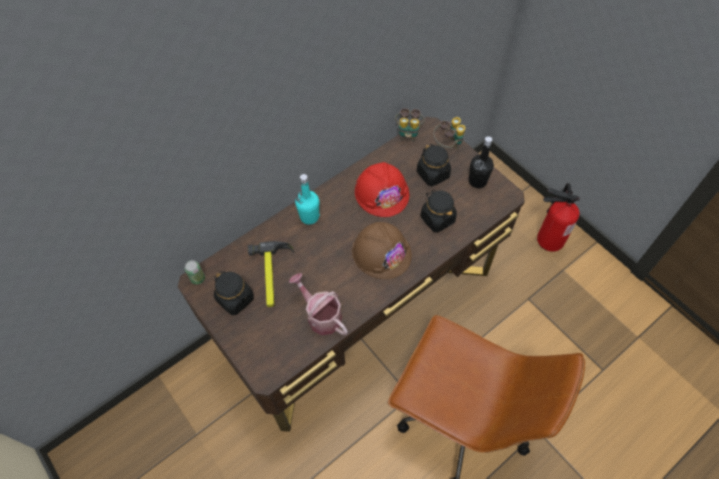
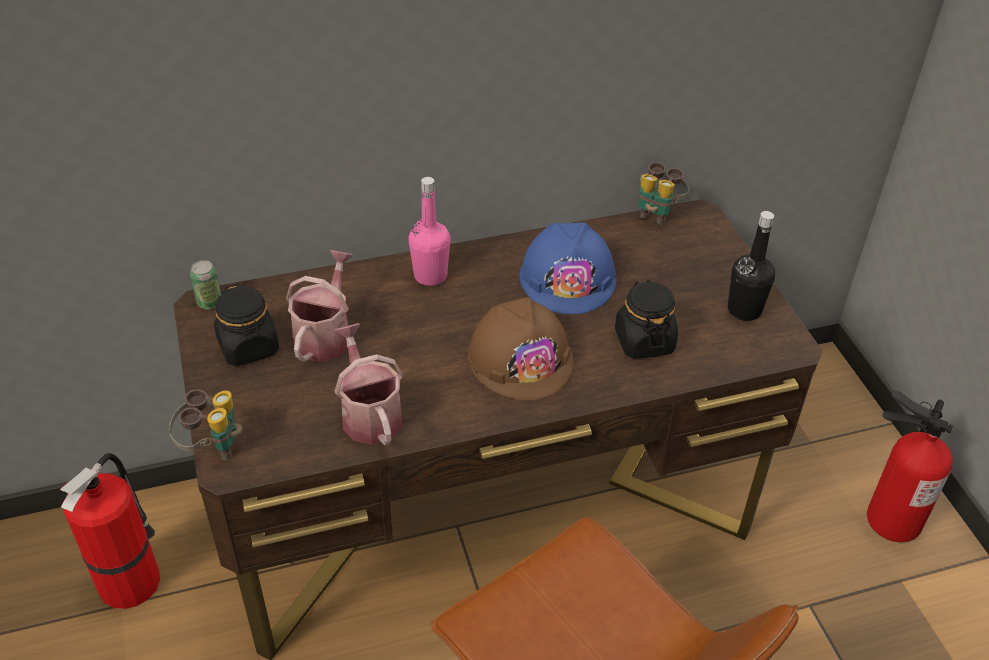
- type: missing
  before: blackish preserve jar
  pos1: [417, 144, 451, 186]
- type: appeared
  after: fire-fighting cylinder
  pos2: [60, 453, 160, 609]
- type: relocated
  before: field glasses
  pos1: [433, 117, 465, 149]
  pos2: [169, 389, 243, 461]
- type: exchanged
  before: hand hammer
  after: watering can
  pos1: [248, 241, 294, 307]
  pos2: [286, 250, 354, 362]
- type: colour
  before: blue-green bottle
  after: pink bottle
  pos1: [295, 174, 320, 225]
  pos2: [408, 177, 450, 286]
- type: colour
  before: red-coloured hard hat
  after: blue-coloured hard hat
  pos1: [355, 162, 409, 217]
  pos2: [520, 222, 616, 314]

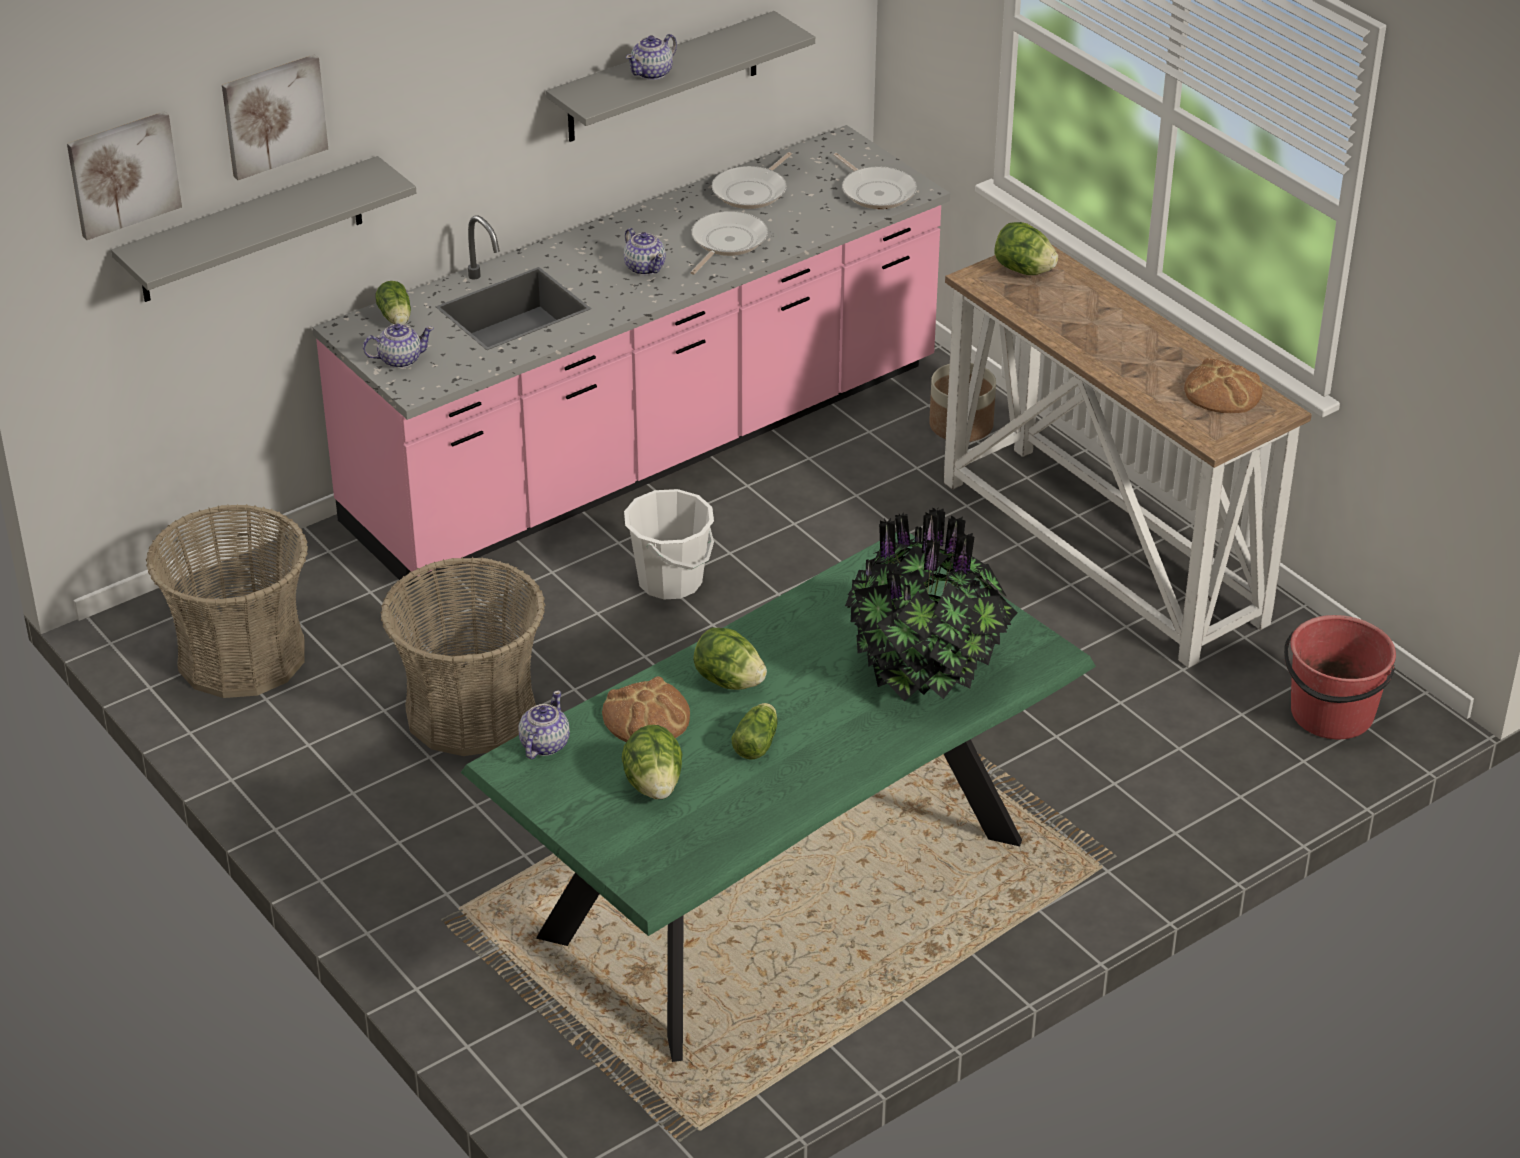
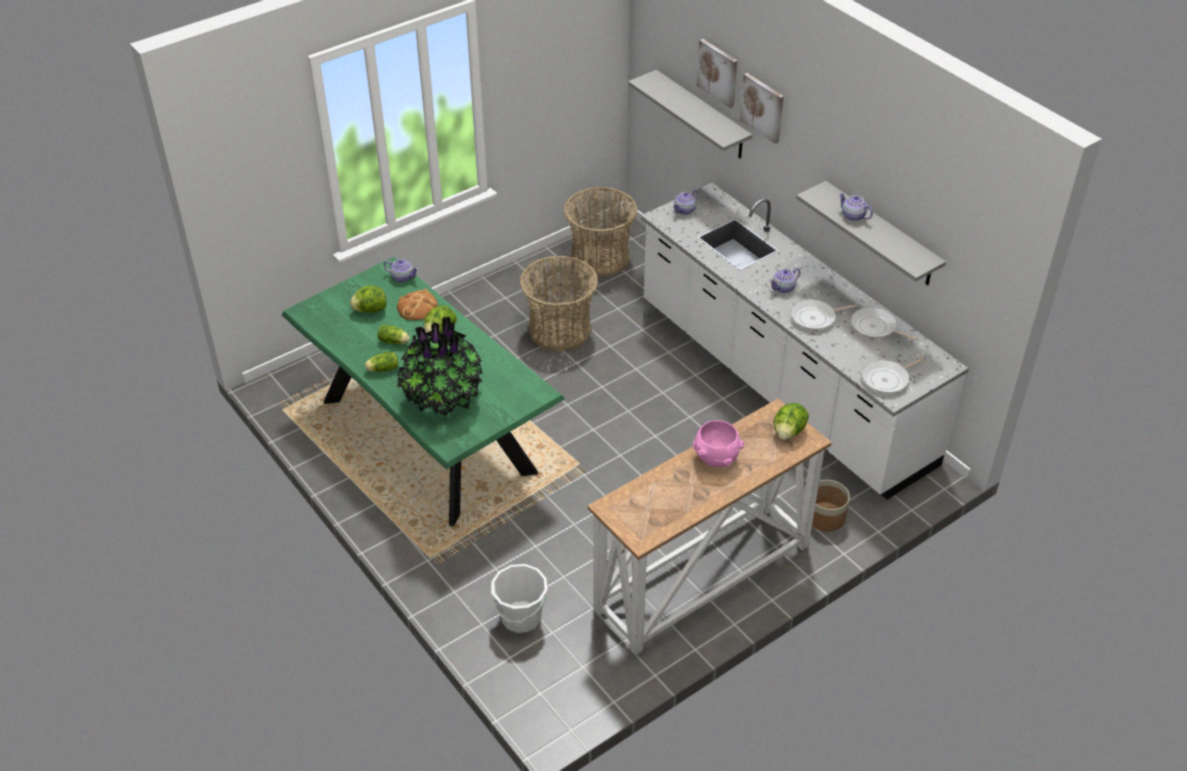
- type: missing
  before: bakery bread
  pos1: [1184, 358, 1263, 413]
- type: missing
  before: red-coloured water bucket
  pos1: [1284, 615, 1396, 739]
- type: appeared
  after: pink deep dish
  pos2: [693, 420, 744, 467]
- type: relocated
  before: picture
  pos1: [67, 111, 182, 240]
  pos2: [740, 73, 784, 144]
- type: relocated
  before: head of lettuce
  pos1: [376, 281, 411, 324]
  pos2: [365, 351, 398, 372]
- type: relocated
  before: white-coloured water bucket
  pos1: [624, 489, 714, 599]
  pos2: [491, 564, 547, 633]
- type: colour
  before: pink kitchen counter
  after: white-coloured kitchen counter
  pos1: [312, 125, 950, 587]
  pos2: [641, 183, 969, 499]
- type: spun
  before: tea pot
  pos1: [363, 324, 434, 368]
  pos2: [673, 190, 698, 215]
  turn: 60
- type: spun
  before: skillet
  pos1: [690, 211, 768, 275]
  pos2: [791, 299, 857, 330]
  turn: 135

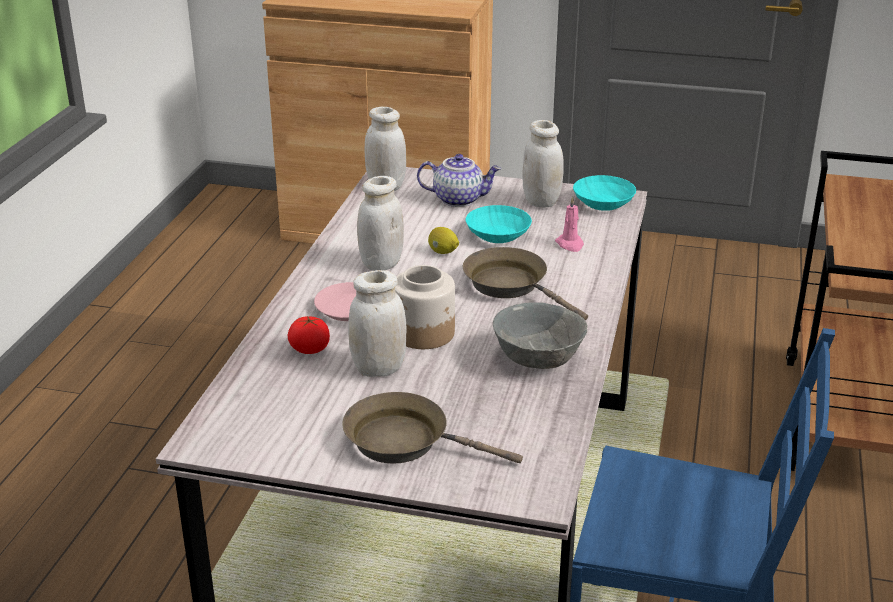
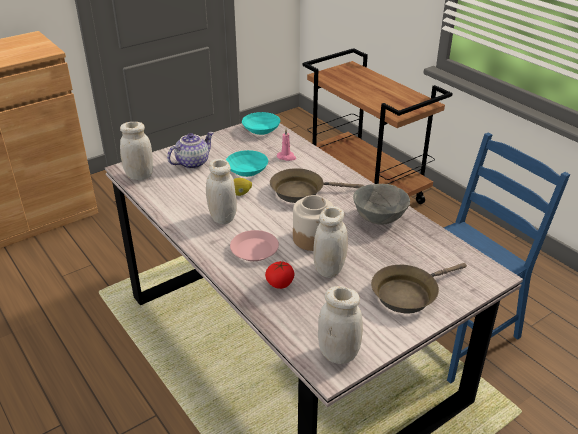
- type: relocated
  before: white-coloured preserve jar
  pos1: [522, 120, 564, 208]
  pos2: [318, 286, 363, 364]

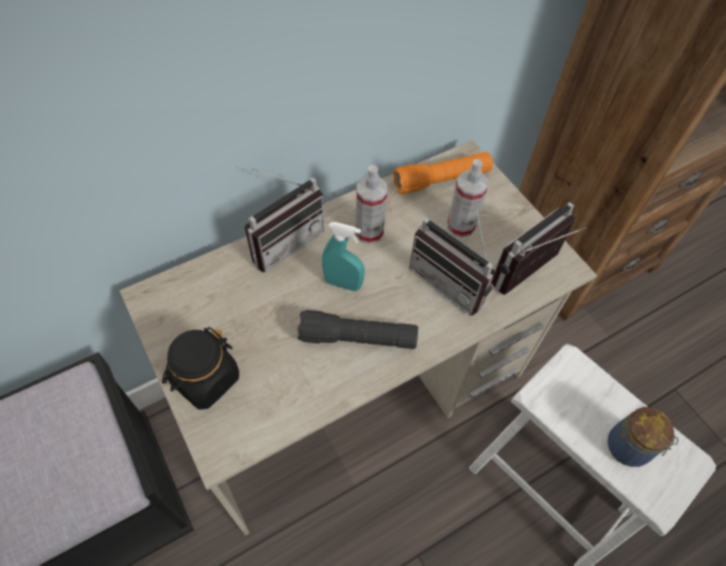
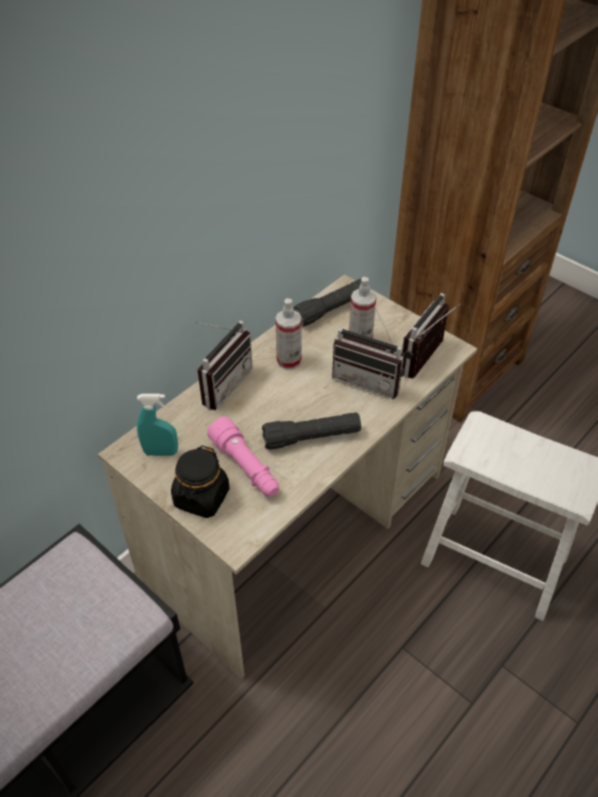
- type: missing
  before: preserve jar
  pos1: [608, 407, 678, 467]
- type: appeared
  after: pink hand torch
  pos2: [207, 416, 279, 497]
- type: relocated
  before: blue-green hand sprayer
  pos1: [322, 222, 365, 291]
  pos2: [137, 394, 178, 456]
- type: colour
  before: orangey hand torch
  after: blackish hand torch
  pos1: [393, 152, 493, 194]
  pos2: [294, 278, 362, 327]

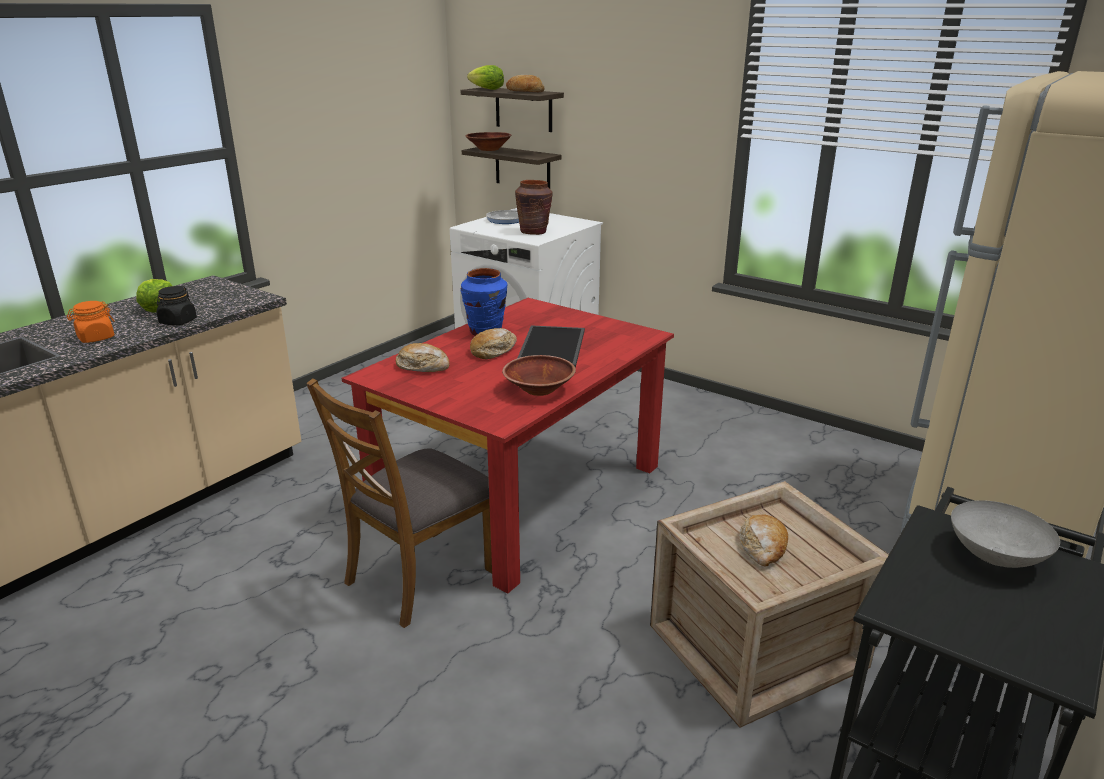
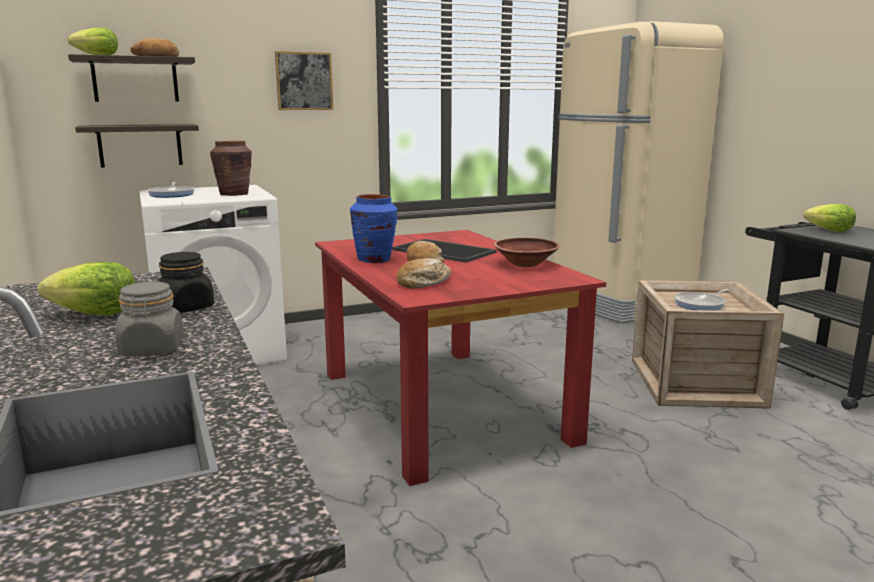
- type: missing
  before: brown-coloured chair
  pos1: [306, 378, 492, 628]
- type: missing
  before: brown-coloured deep dish
  pos1: [466, 132, 511, 151]
- type: appeared
  after: picture
  pos2: [275, 51, 333, 110]
- type: exchanged
  before: bakery bread
  after: skillet
  pos1: [739, 514, 788, 566]
  pos2: [674, 289, 729, 311]
- type: exchanged
  before: gray deep dish
  after: head of lettuce
  pos1: [951, 500, 1060, 568]
  pos2: [803, 204, 856, 232]
- type: colour
  before: orangey preserve jar
  after: gray preserve jar
  pos1: [67, 301, 115, 343]
  pos2: [115, 282, 184, 356]

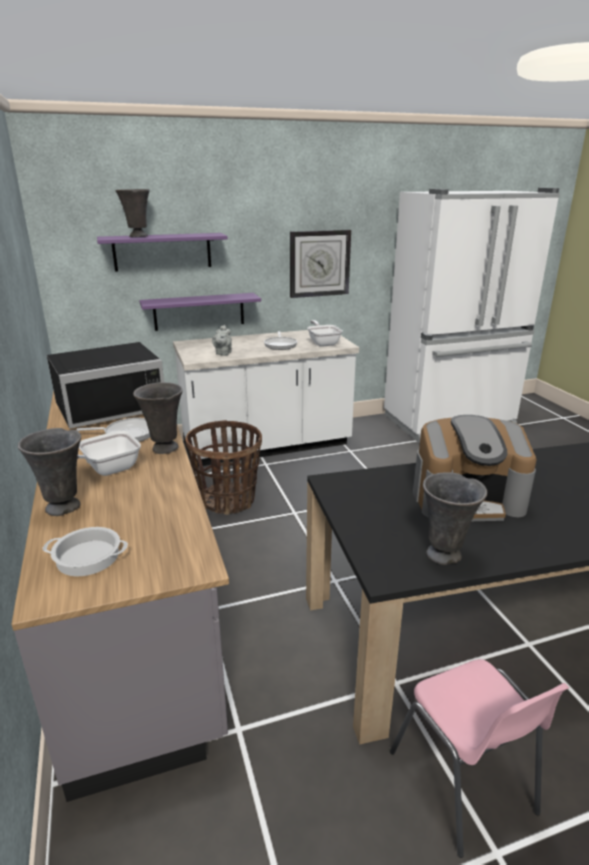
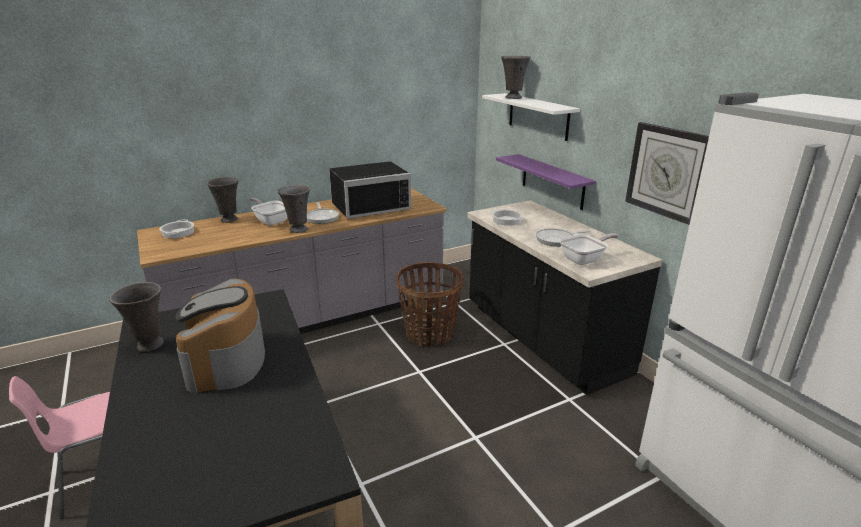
- type: exchanged
  before: gray tea pot
  after: saucepot
  pos1: [212, 325, 232, 356]
  pos2: [489, 209, 525, 226]
- type: colour
  before: purple-coloured wall shelf
  after: white-coloured wall shelf
  pos1: [97, 233, 228, 272]
  pos2: [482, 93, 580, 141]
- type: colour
  before: white-coloured kitchen counter
  after: blackish kitchen counter
  pos1: [173, 330, 359, 467]
  pos2: [467, 200, 663, 395]
- type: spun
  before: blackish microwave oven
  pos1: [47, 342, 164, 429]
  pos2: [329, 161, 411, 219]
  turn: -75

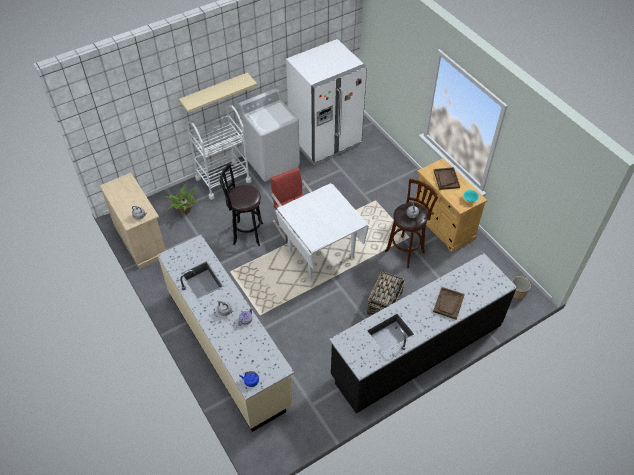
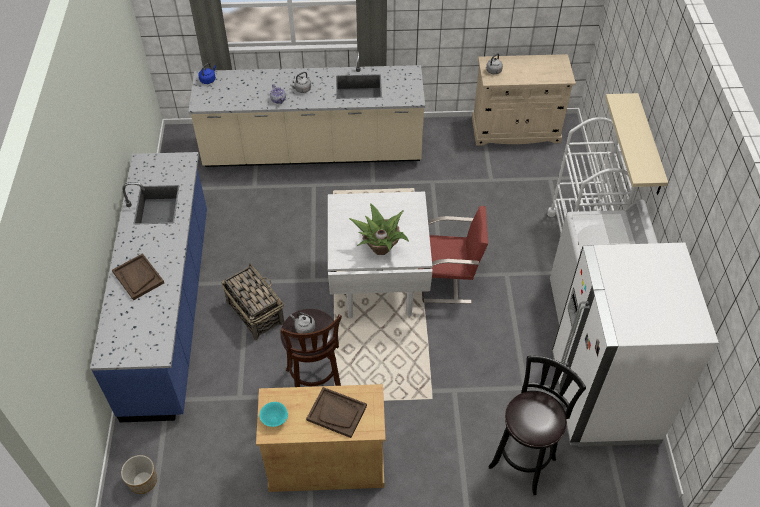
- type: relocated
  before: potted plant
  pos1: [164, 183, 200, 214]
  pos2: [349, 203, 409, 255]
- type: relocated
  before: blackish sitting stool
  pos1: [220, 163, 263, 246]
  pos2: [488, 356, 586, 495]
- type: colour
  before: blackish kitchen counter
  after: blue-coloured kitchen counter
  pos1: [329, 253, 517, 413]
  pos2: [90, 152, 207, 422]

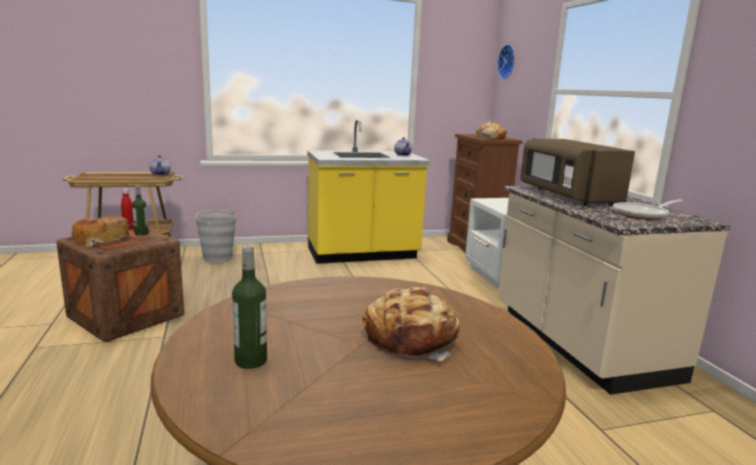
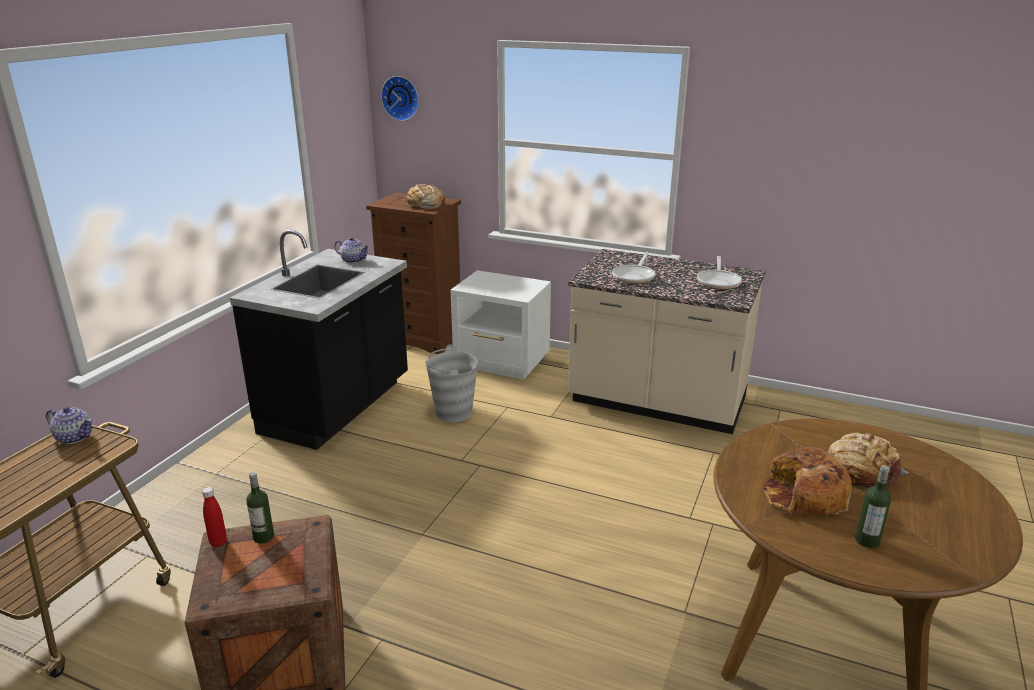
- type: relocated
  before: bakery bread
  pos1: [71, 215, 129, 247]
  pos2: [763, 447, 852, 516]
- type: relocated
  before: gray water bucket
  pos1: [196, 209, 236, 263]
  pos2: [425, 345, 478, 422]
- type: exchanged
  before: brown-coloured microwave oven
  after: skillet
  pos1: [520, 139, 635, 205]
  pos2: [612, 252, 655, 284]
- type: colour
  before: yellow kitchen counter
  after: blackish kitchen counter
  pos1: [307, 119, 430, 264]
  pos2: [230, 230, 408, 450]

